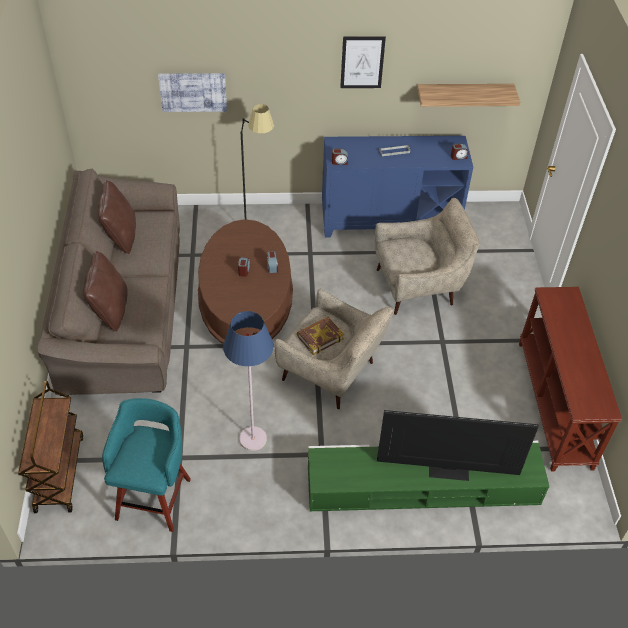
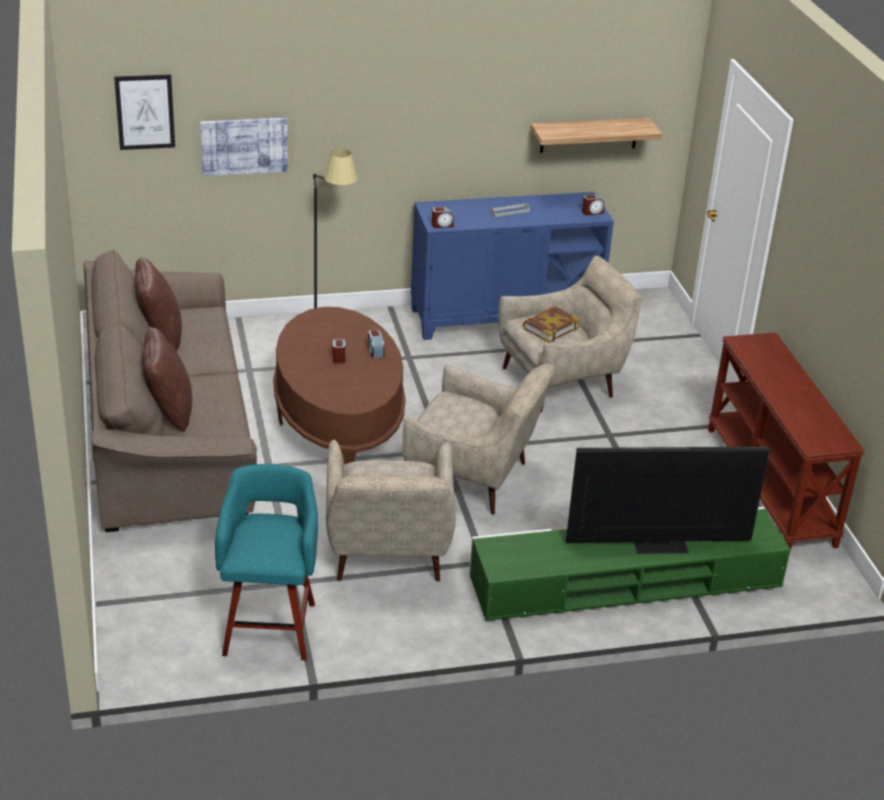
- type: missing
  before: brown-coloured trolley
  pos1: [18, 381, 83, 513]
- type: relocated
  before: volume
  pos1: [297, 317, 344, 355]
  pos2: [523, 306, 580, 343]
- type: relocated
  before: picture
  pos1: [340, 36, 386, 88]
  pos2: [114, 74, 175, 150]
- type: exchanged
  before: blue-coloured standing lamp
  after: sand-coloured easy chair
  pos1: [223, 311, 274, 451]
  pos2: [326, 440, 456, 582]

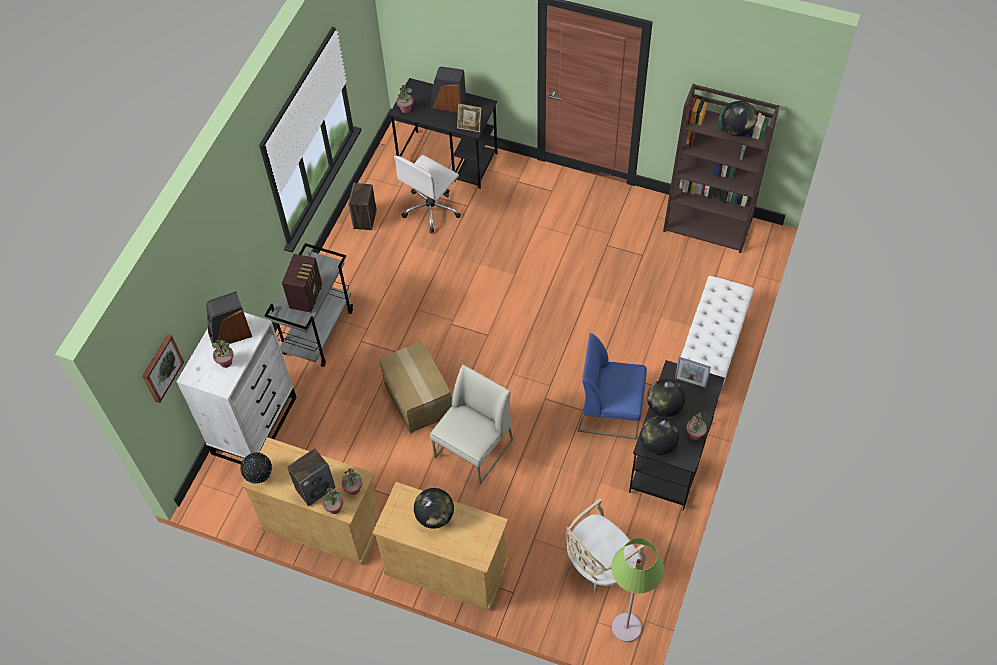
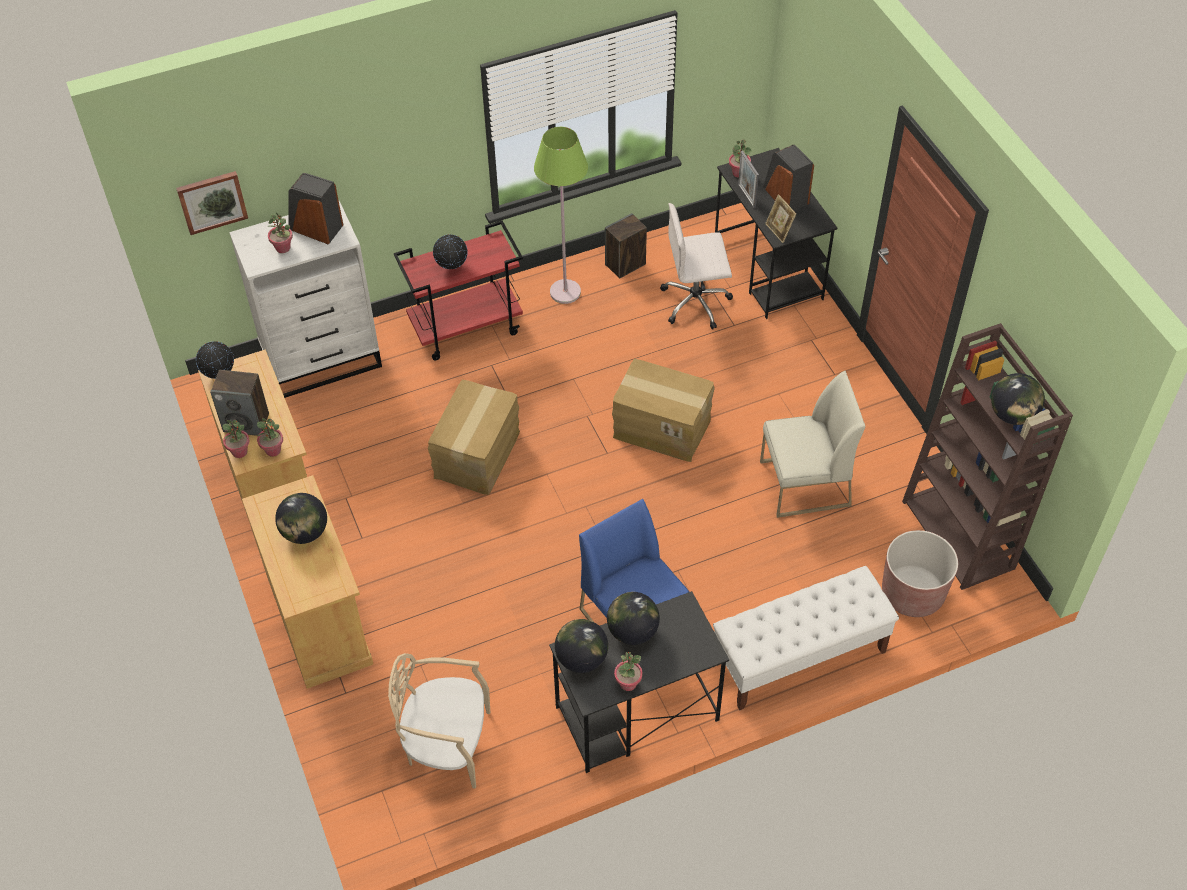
- type: appeared
  after: packing box
  pos2: [612, 359, 715, 462]
- type: appeared
  after: brown-coloured planter
  pos2: [882, 530, 958, 617]
- type: relocated
  before: white-coloured chair
  pos1: [430, 364, 513, 485]
  pos2: [760, 371, 866, 518]
- type: relocated
  before: green standing lamp
  pos1: [611, 538, 664, 642]
  pos2: [534, 127, 588, 304]
- type: relocated
  before: picture frame
  pos1: [675, 357, 711, 388]
  pos2: [738, 151, 759, 208]
- type: exchanged
  before: radio receiver
  after: globe
  pos1: [282, 254, 322, 313]
  pos2: [433, 234, 468, 269]
- type: colour
  before: gray trolley
  after: red-coloured trolley
  pos1: [264, 243, 353, 367]
  pos2: [394, 220, 523, 360]

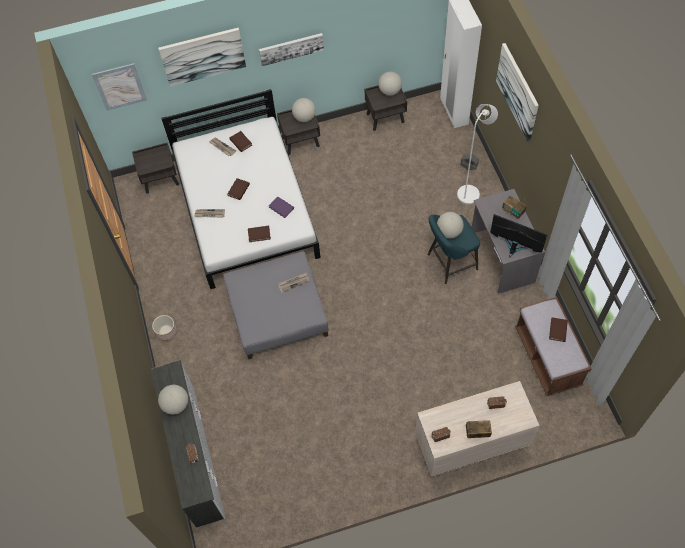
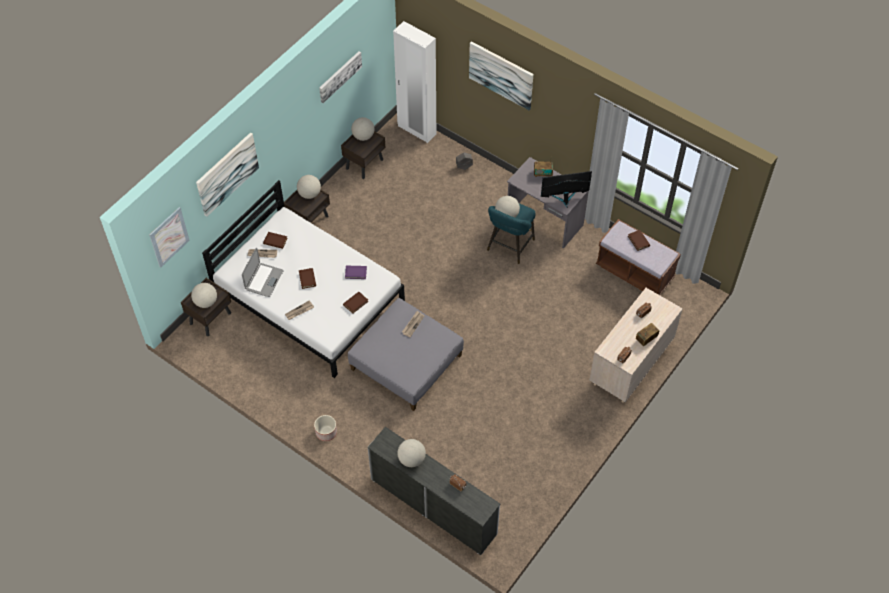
- type: missing
  before: white-coloured standing lamp
  pos1: [457, 104, 498, 204]
- type: appeared
  after: globe
  pos2: [191, 283, 217, 308]
- type: appeared
  after: laptop
  pos2: [242, 248, 284, 297]
- type: relocated
  before: picture
  pos1: [259, 33, 324, 66]
  pos2: [319, 51, 362, 103]

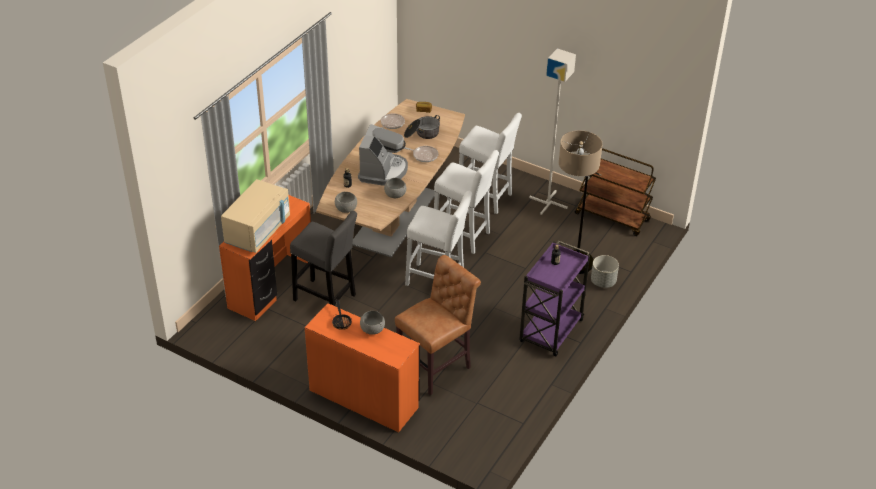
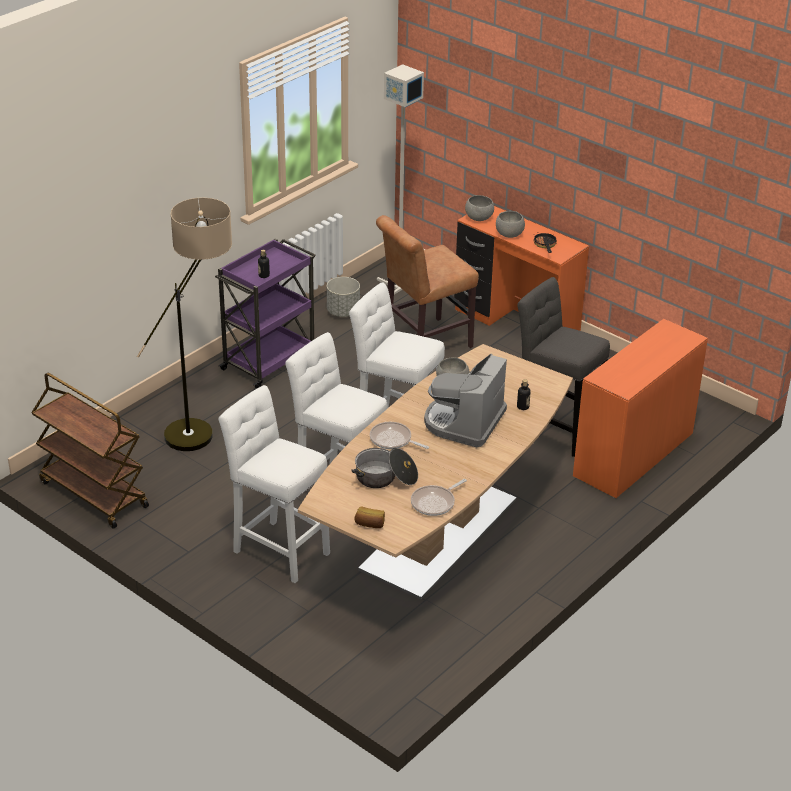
- type: missing
  before: sand-coloured microwave oven
  pos1: [221, 179, 290, 253]
- type: relocated
  before: gray deep dish
  pos1: [335, 192, 357, 213]
  pos2: [465, 195, 494, 221]
- type: relocated
  before: gray standing lamp
  pos1: [529, 48, 576, 215]
  pos2: [377, 64, 424, 294]
- type: relocated
  before: gray planter
  pos1: [591, 255, 619, 288]
  pos2: [327, 277, 360, 317]

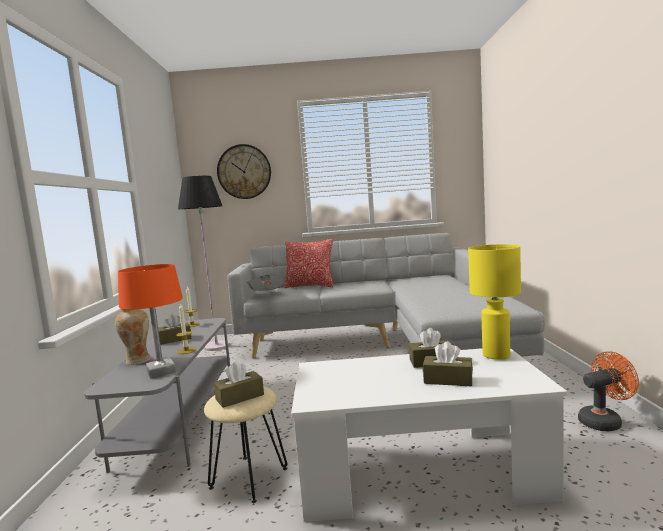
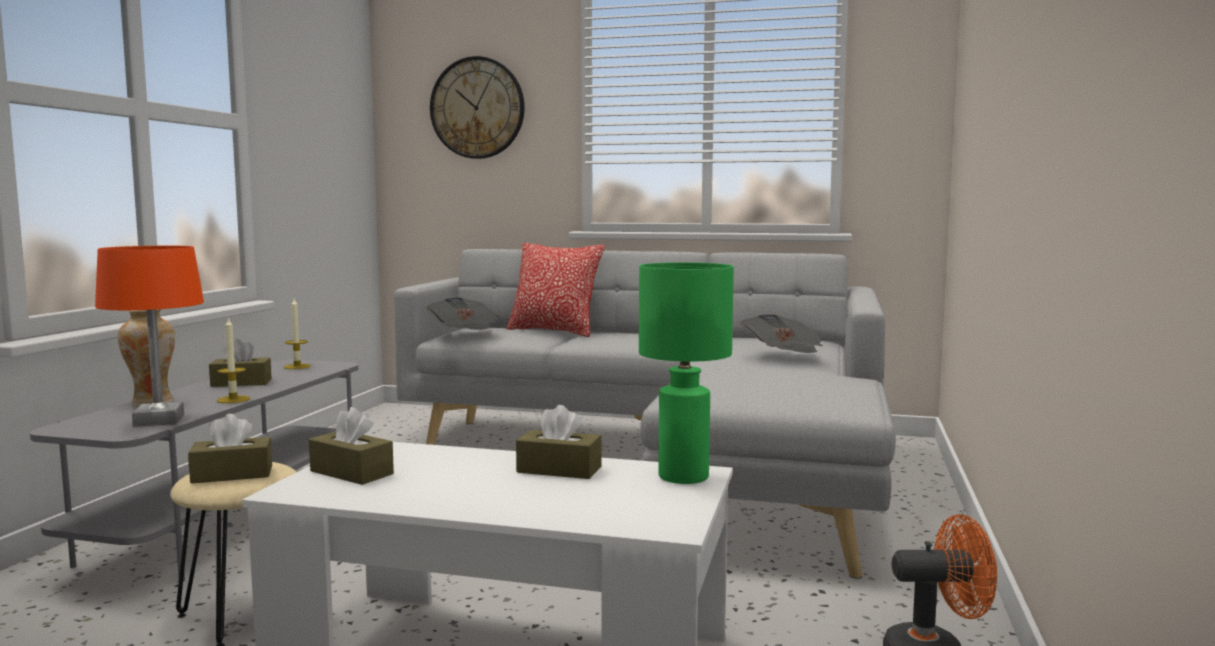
- type: missing
  before: blackish standing lamp
  pos1: [178, 176, 230, 351]
- type: appeared
  after: newspaper
  pos2: [741, 314, 823, 353]
- type: relocated
  before: brown-coloured tissue holder
  pos1: [423, 342, 473, 387]
  pos2: [309, 407, 394, 485]
- type: colour
  before: yellow lamp for a table
  after: green lamp for a table
  pos1: [468, 244, 521, 360]
  pos2: [639, 262, 734, 484]

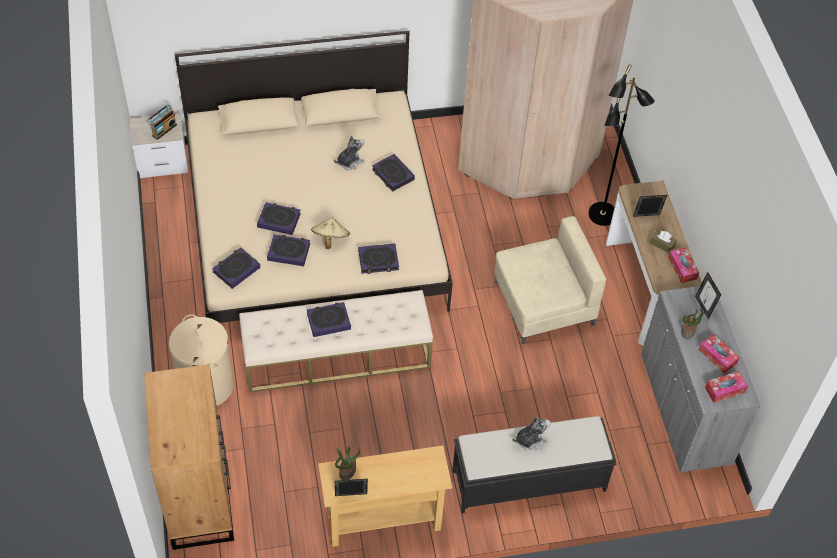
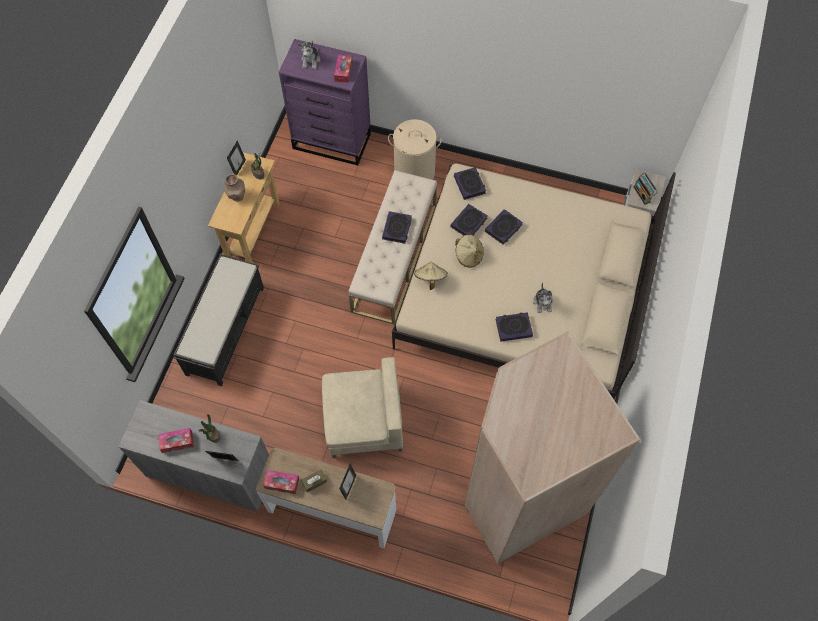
- type: missing
  before: blackish standing lamp
  pos1: [588, 64, 655, 226]
- type: appeared
  after: brown-coloured flower vase
  pos2: [224, 174, 245, 202]
- type: relocated
  before: plush toy
  pos1: [512, 416, 551, 451]
  pos2: [298, 41, 320, 69]
- type: relocated
  before: tissue holder
  pos1: [705, 371, 748, 403]
  pos2: [334, 55, 353, 83]
- type: exchanged
  before: volume
  after: sand-coloured clothing hat
  pos1: [358, 243, 399, 274]
  pos2: [414, 262, 448, 290]
- type: colour
  before: brown-coloured drawer chest
  after: purple-coloured drawer chest
  pos1: [144, 364, 234, 550]
  pos2: [278, 39, 371, 166]
- type: spun
  before: sand-coloured easy chair
  pos1: [494, 216, 606, 345]
  pos2: [322, 357, 403, 458]
  turn: -105

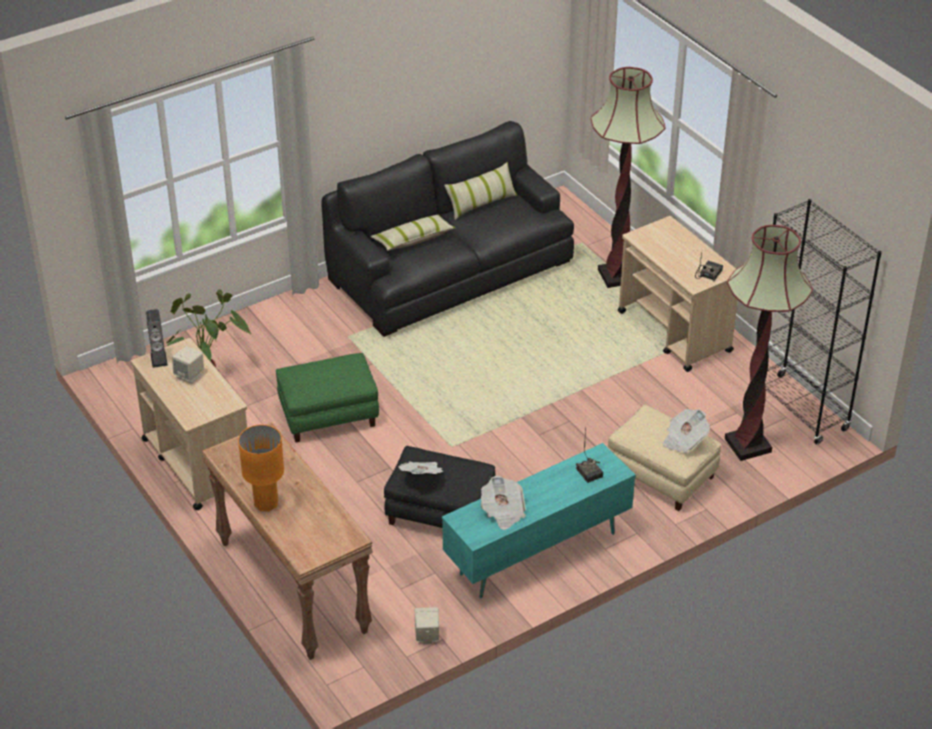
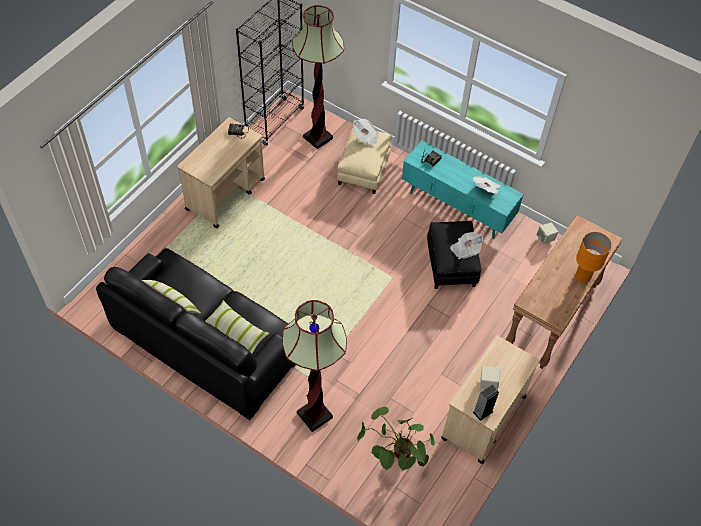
- type: missing
  before: green pouffe
  pos1: [276, 353, 379, 442]
- type: relocated
  before: standing lamp
  pos1: [591, 67, 666, 288]
  pos2: [282, 300, 347, 432]

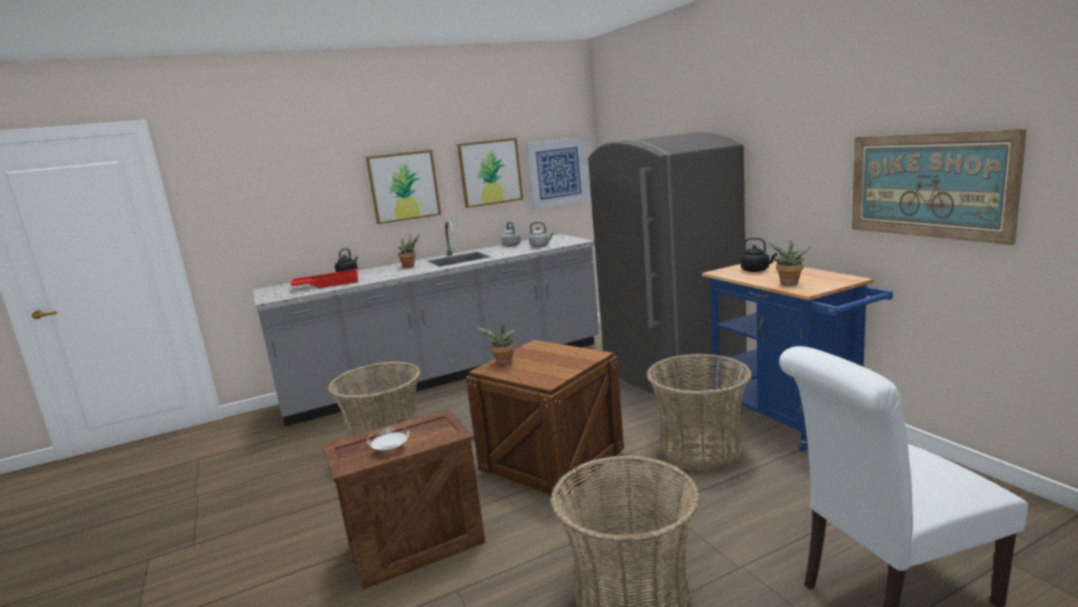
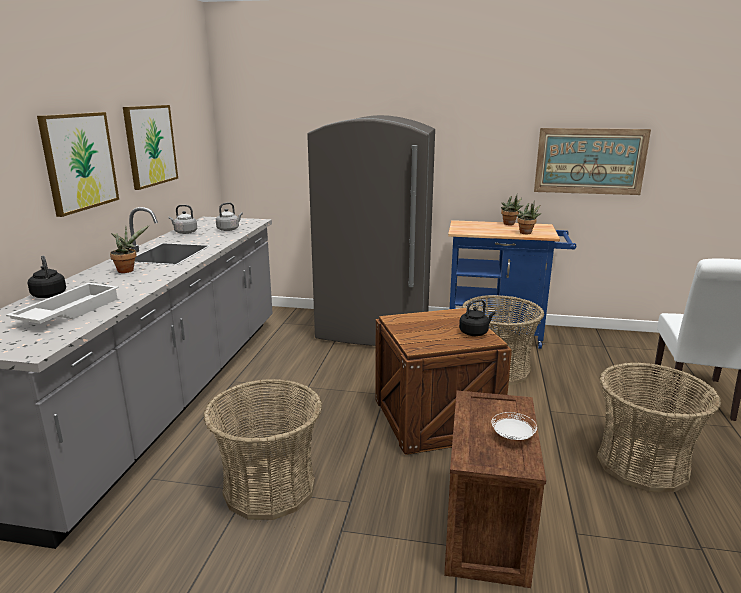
- type: missing
  before: picture
  pos1: [526, 137, 590, 210]
- type: relocated
  before: potted plant
  pos1: [475, 323, 517, 365]
  pos2: [501, 195, 523, 225]
- type: relocated
  before: blackish kettle
  pos1: [741, 237, 777, 272]
  pos2: [459, 299, 495, 336]
- type: colour
  before: red-coloured carrying tray
  after: white-coloured carrying tray
  pos1: [290, 269, 358, 288]
  pos2: [6, 283, 119, 324]

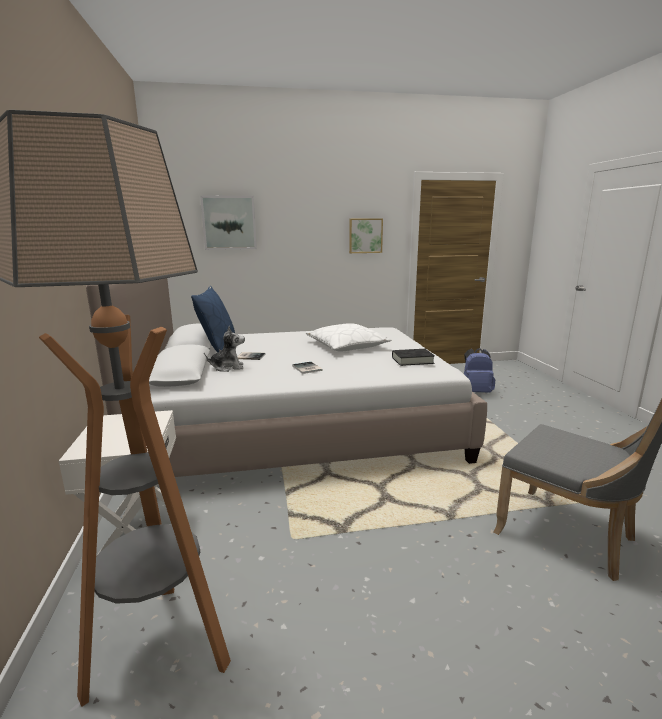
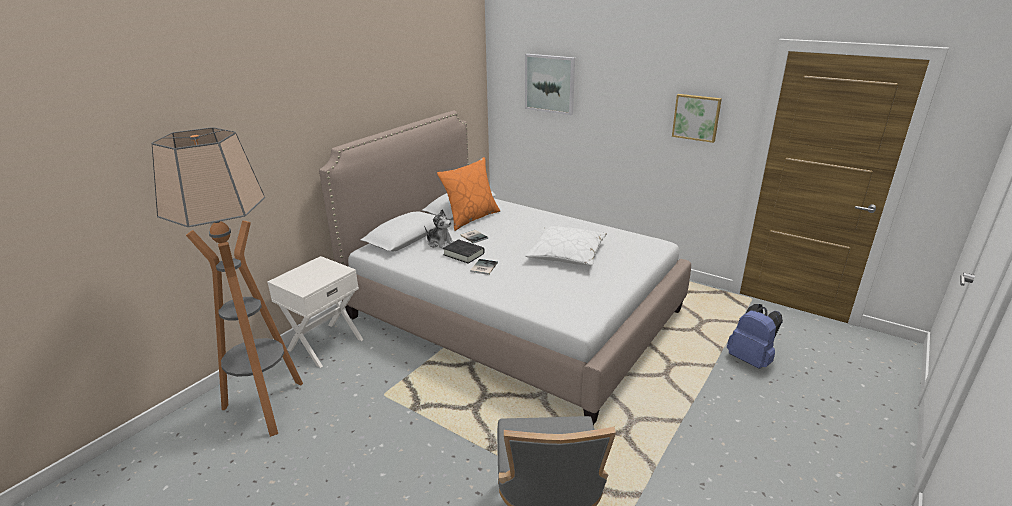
- type: relocated
  before: blackish volume
  pos1: [392, 349, 435, 366]
  pos2: [443, 239, 485, 264]
- type: colour
  before: blue-coloured throw pillow
  after: orangey throw pillow
  pos1: [191, 286, 235, 353]
  pos2: [437, 157, 500, 231]

